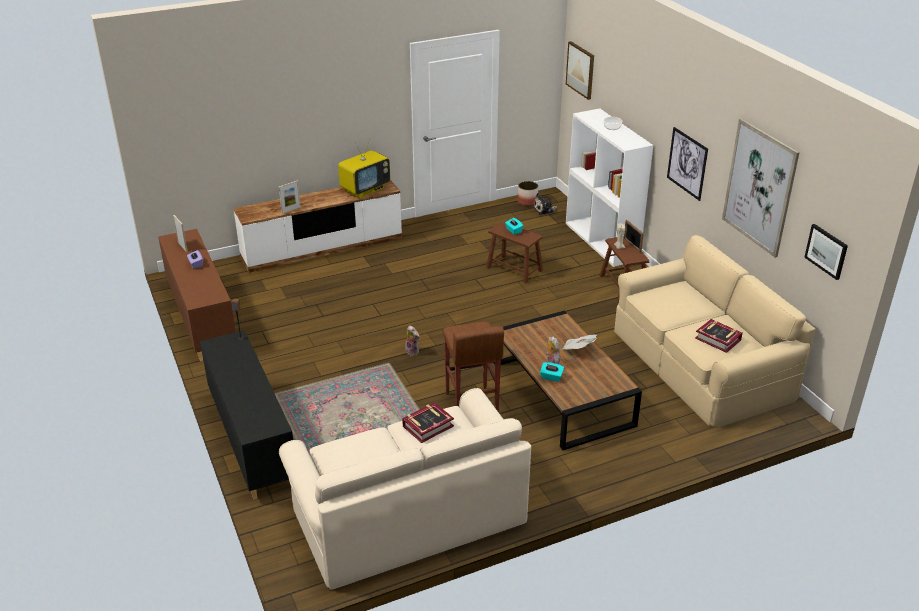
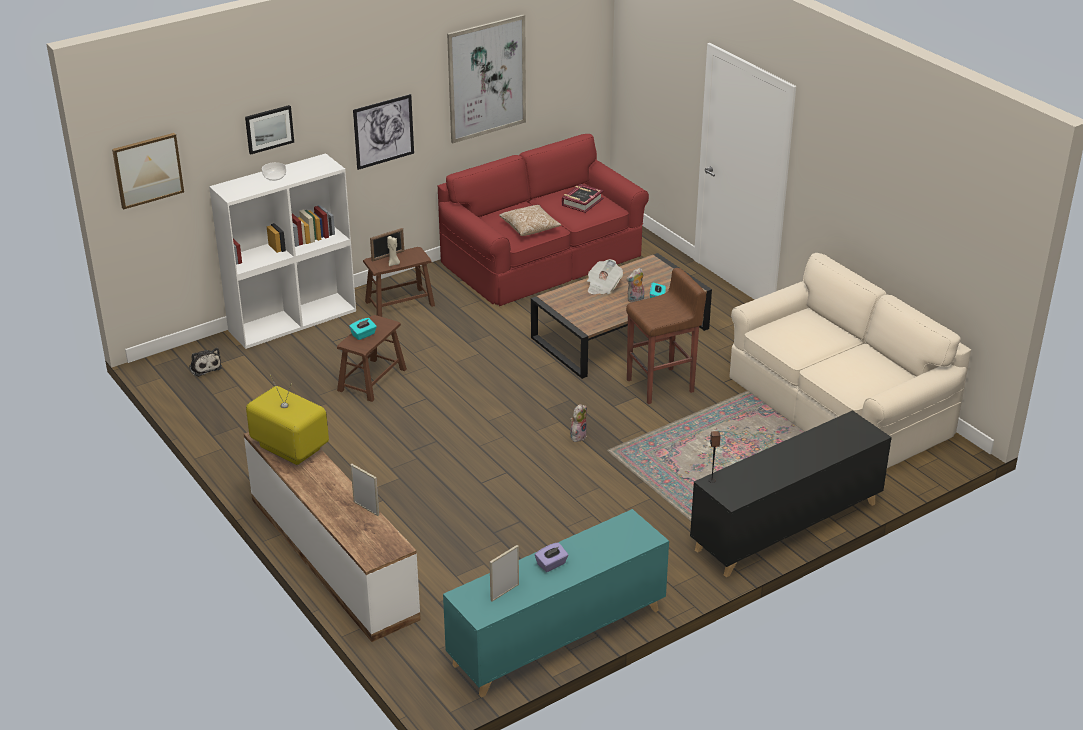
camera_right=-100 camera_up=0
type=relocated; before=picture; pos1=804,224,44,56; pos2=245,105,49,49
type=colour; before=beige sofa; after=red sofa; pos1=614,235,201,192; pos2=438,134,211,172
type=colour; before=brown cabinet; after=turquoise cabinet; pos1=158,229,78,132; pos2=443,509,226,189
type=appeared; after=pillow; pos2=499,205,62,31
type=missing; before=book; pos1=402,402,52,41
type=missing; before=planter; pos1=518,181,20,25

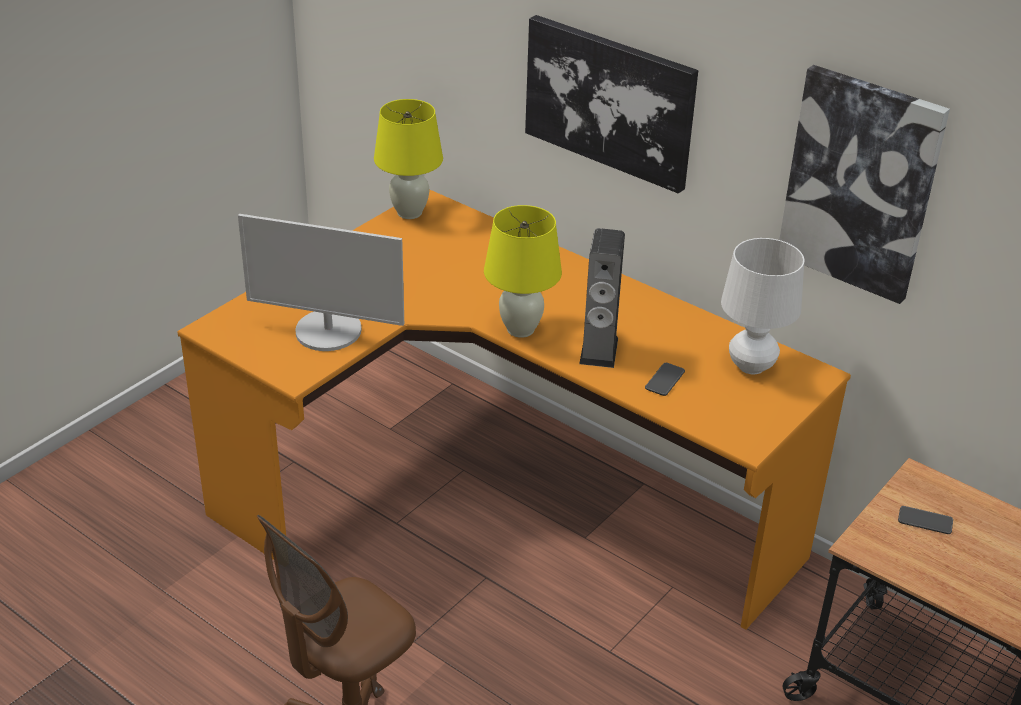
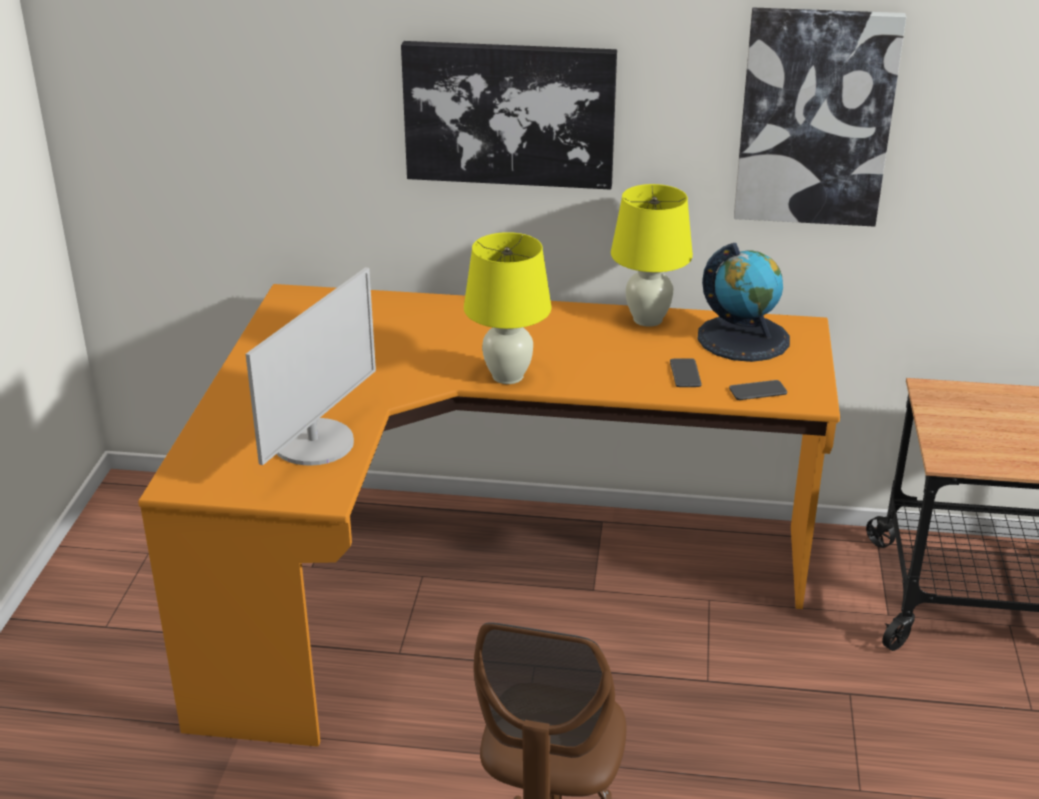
camera_right=-30 camera_up=-5
type=spun; before=monitor; pos1=238,214,166,137; pos2=246,267,130,199; turn=-45
type=relocated; before=yellow table lamp; pos1=374,99,69,120; pos2=611,184,82,143
type=exchanged; before=white table lamp; after=globe; pos1=721,238,84,136; pos2=698,243,92,119
type=relocated; before=phone; pos1=898,506,55,28; pos2=729,380,58,20
type=missing; before=speaker; pos1=579,228,46,140

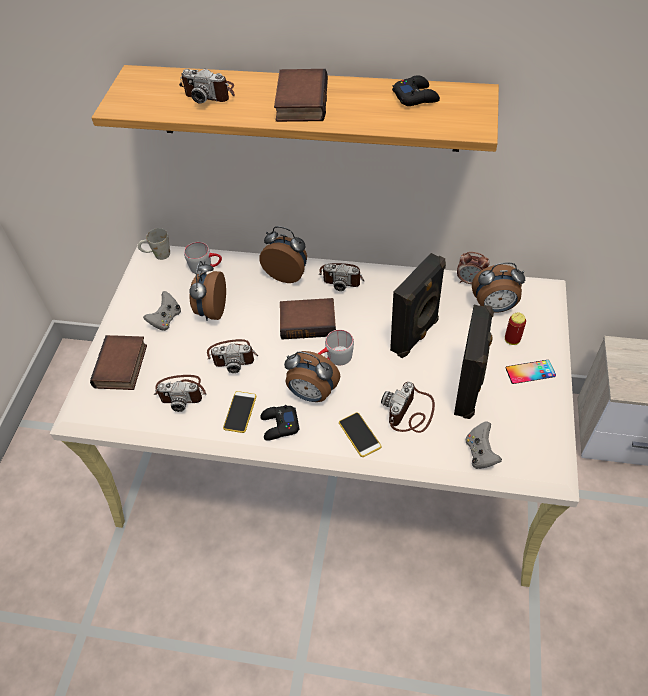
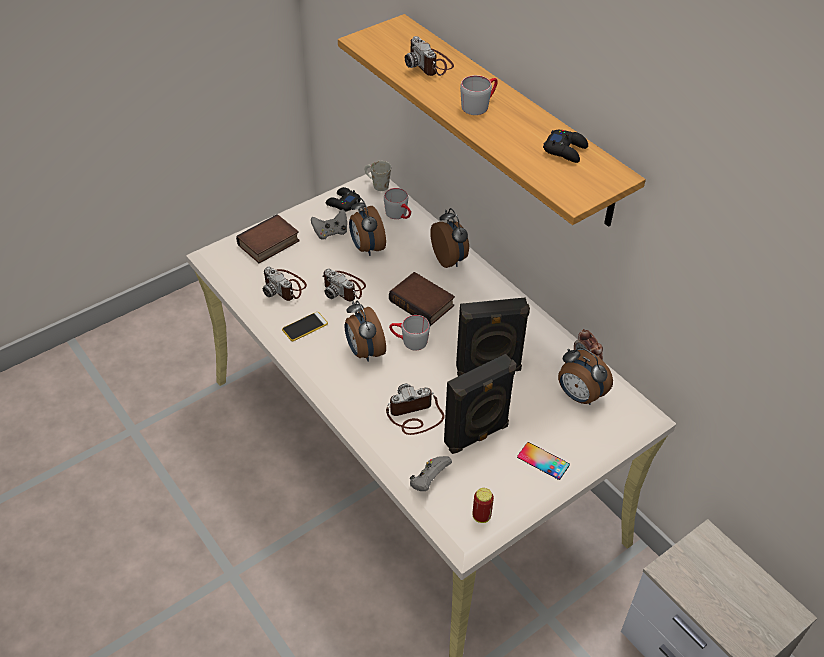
camera_right=40 camera_up=-5
type=relocated; before=black game controller; pos1=260,405,40,36; pos2=325,187,36,24
type=spun; before=alarm clock; pos1=189,261,37,60; pos2=349,198,37,58; turn=-75
type=exchanged; before=book; after=grey mug; pos1=274,69,54,53; pos2=460,75,38,40
type=relocated; before=can; pos1=505,312,21,33; pos2=473,488,21,35
type=missing; before=photo camera; pos1=319,263,45,28
type=missing; before=phone; pos1=339,412,42,45

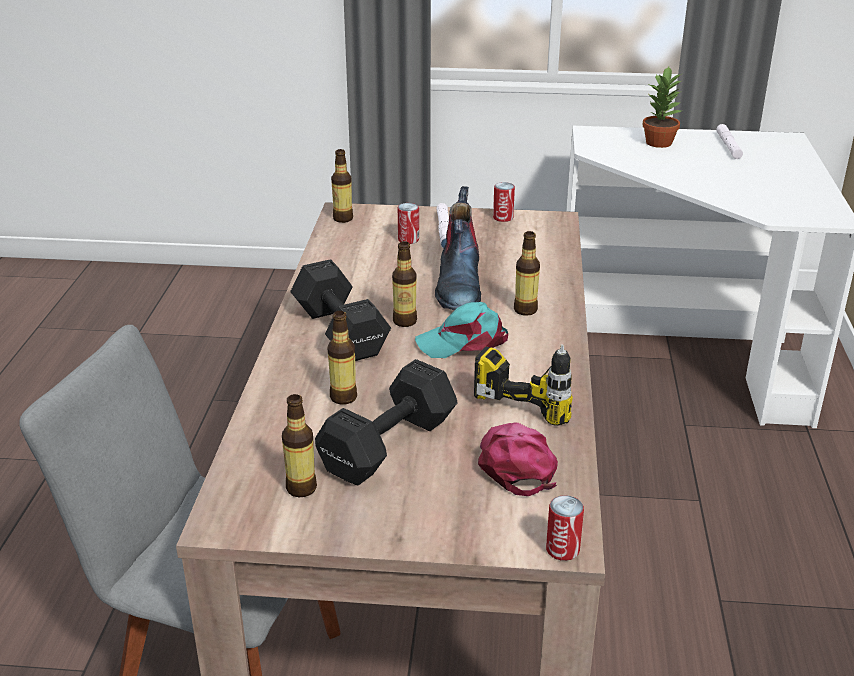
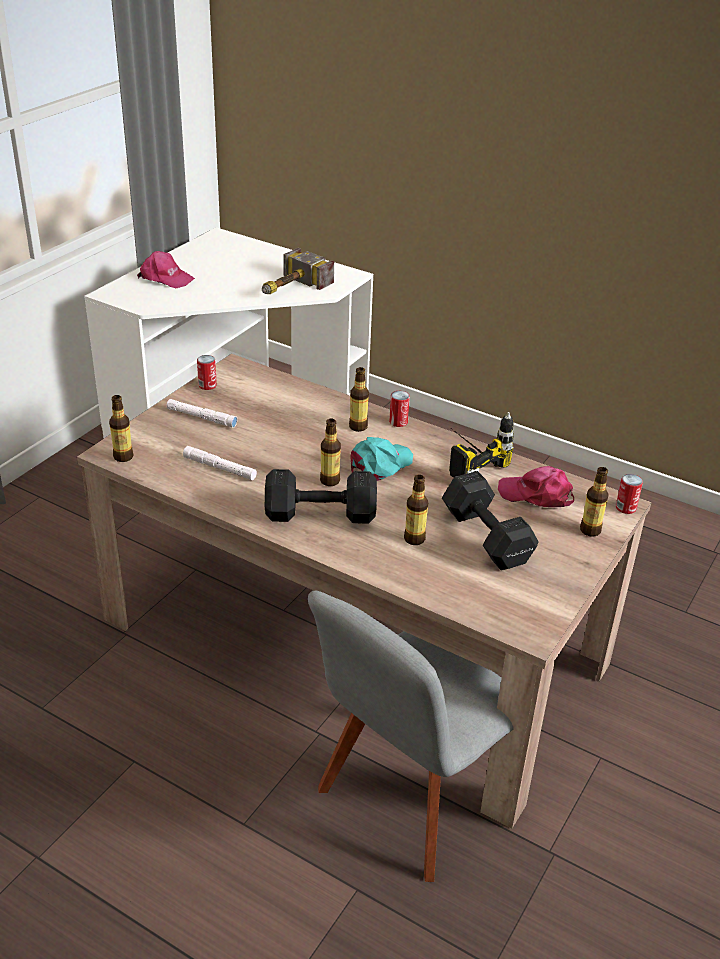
camera_right=-65 camera_up=5
type=exchanged; before=potted plant; after=pink cap; pos1=642,66,41,82; pos2=137,251,58,37
type=relocated; before=white flashlight; pos1=716,124,27,35; pos2=183,446,74,34
type=appeared; after=hammer; pos2=262,248,72,46
type=spun; before=turquoise cap; pos1=415,302,93,56; pos2=350,437,63,44; turn=-150
type=relocated; before=can; pos1=398,203,21,41; pos2=389,391,21,36
type=relocated; before=bottle; pos1=282,394,35,103; pos2=580,467,29,69
type=missing; before=boot; pos1=435,186,46,124

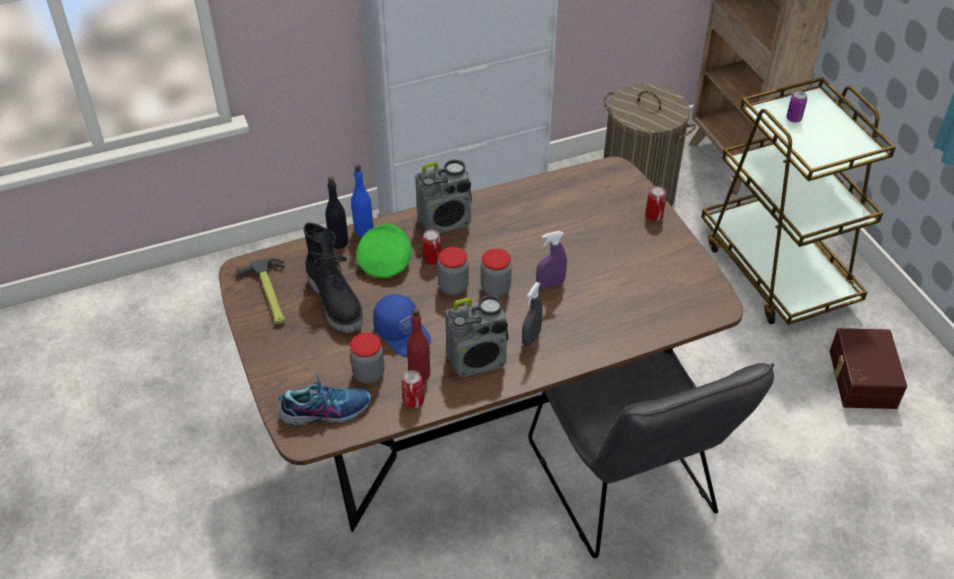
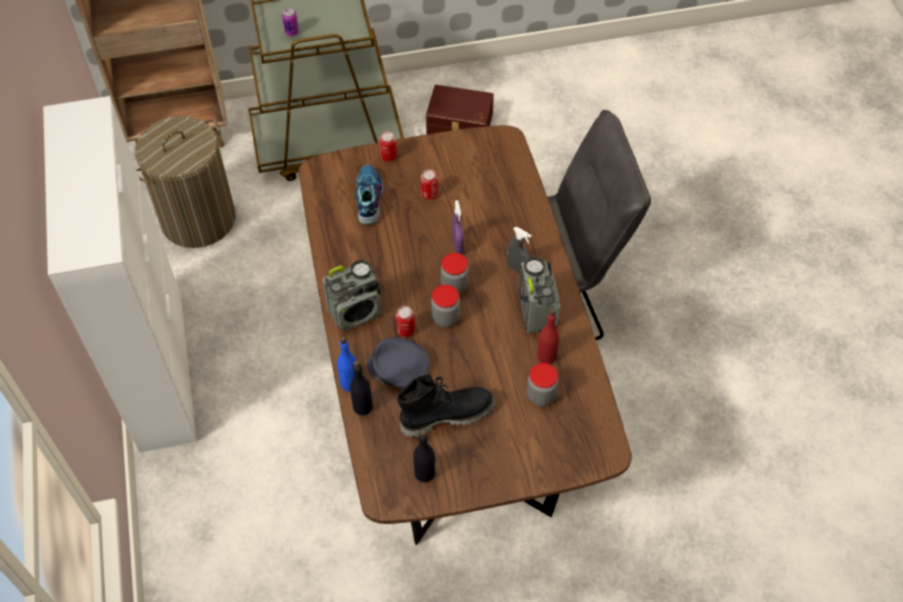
camera_right=-80 camera_up=10
type=spun; before=radio; pos1=415,160,57,74; pos2=322,260,59,71; turn=75
type=relocated; before=shoe; pos1=278,372,93,54; pos2=350,165,34,60
type=colour; before=green cap; after=grey cap; pos1=356,224,55,54; pos2=367,337,63,51
type=exchanged; before=hammer; after=black bottle; pos1=236,258,50,66; pos2=413,430,22,52
type=relocated; before=can; pos1=402,370,22,38; pos2=421,169,17,31
type=missing; before=blue cap; pos1=373,294,58,62

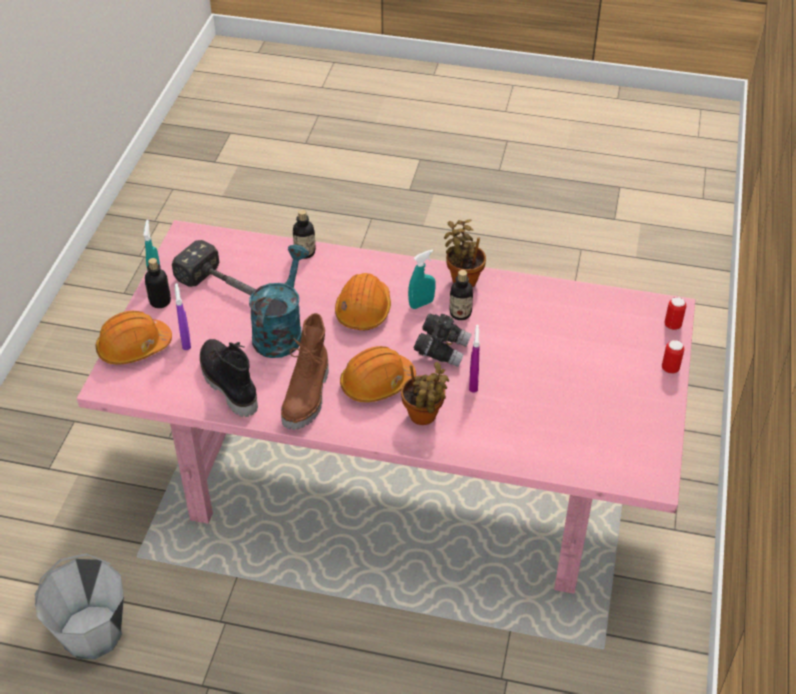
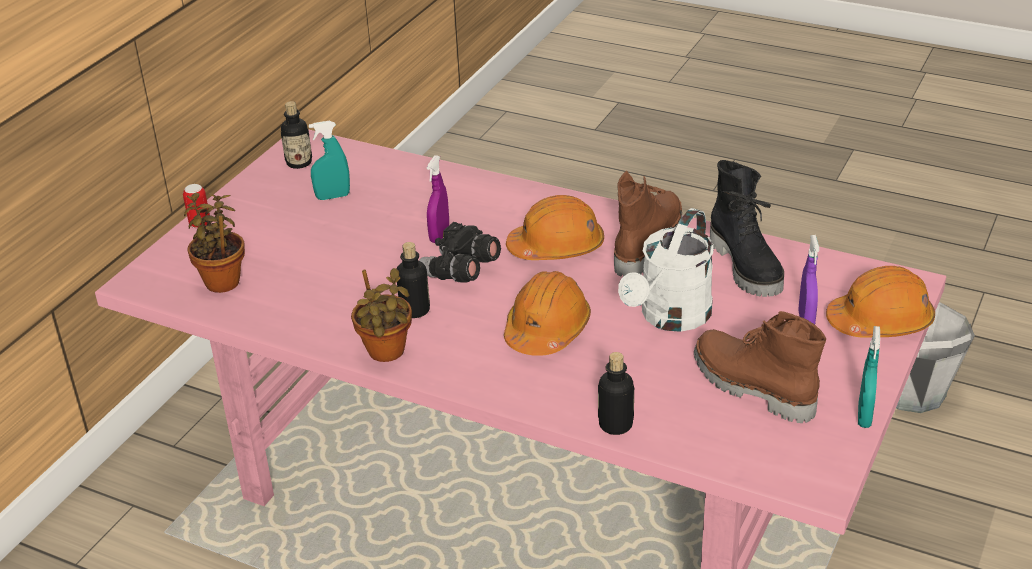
camera_right=-165 camera_up=-10
type=relocated; before=potted plant; pos1=401,362,48,63; pos2=184,193,61,100
type=relocated; before=bottle; pos1=145,258,26,50; pos2=280,101,32,68
type=relocated; before=turquoise spray bottle; pos1=408,250,28,59; pos2=309,121,41,79
type=colour; before=turquoise watering can; after=white watering can; pos1=249,245,60,113; pos2=618,208,96,124
type=exchanged; before=hammer; after=brown boot; pos1=172,240,84,56; pos2=694,311,132,112
type=missing; before=can; pos1=664,297,22,33

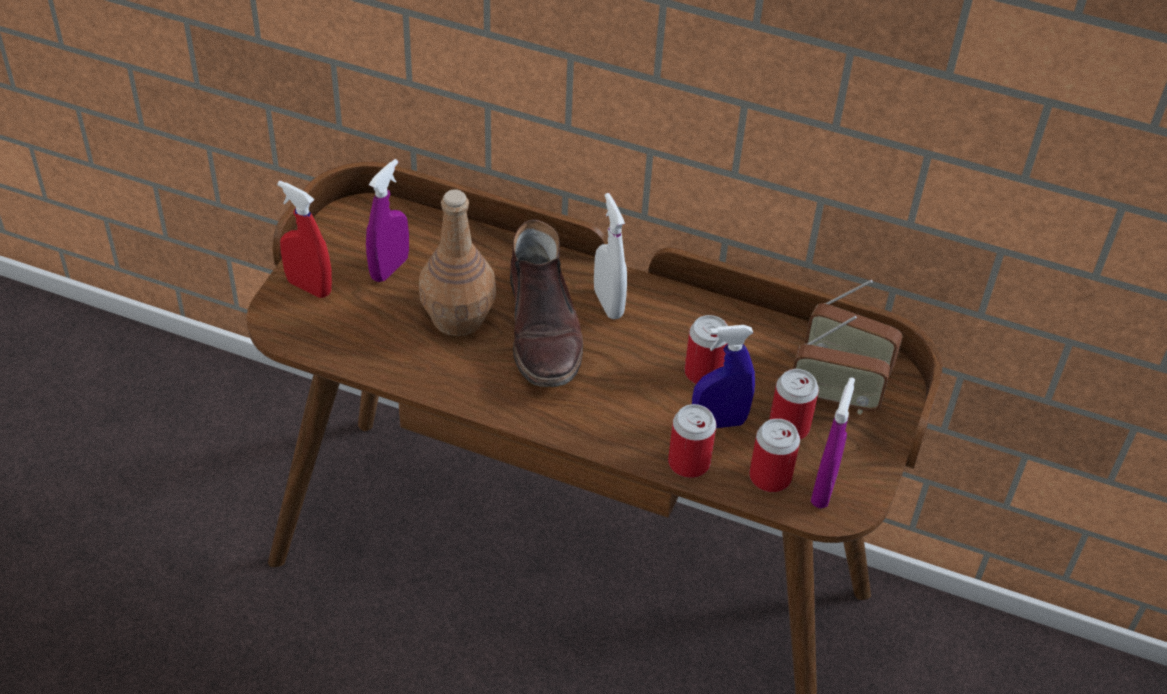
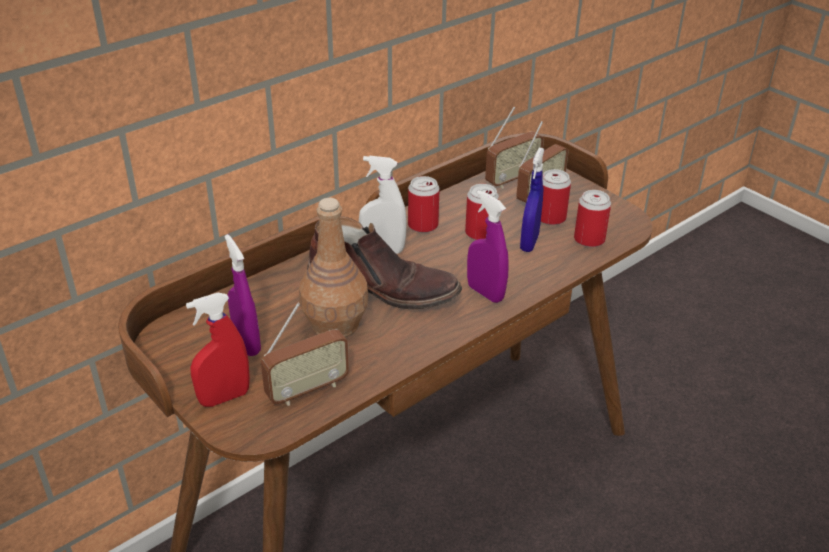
camera_right=-60 camera_up=-10
type=appeared; after=radio; pos2=261,303,88,103
type=relocated; before=can; pos1=668,404,48,74; pos2=408,176,32,57
type=relocated; before=purple spray bottle; pos1=811,377,44,131; pos2=467,190,42,113

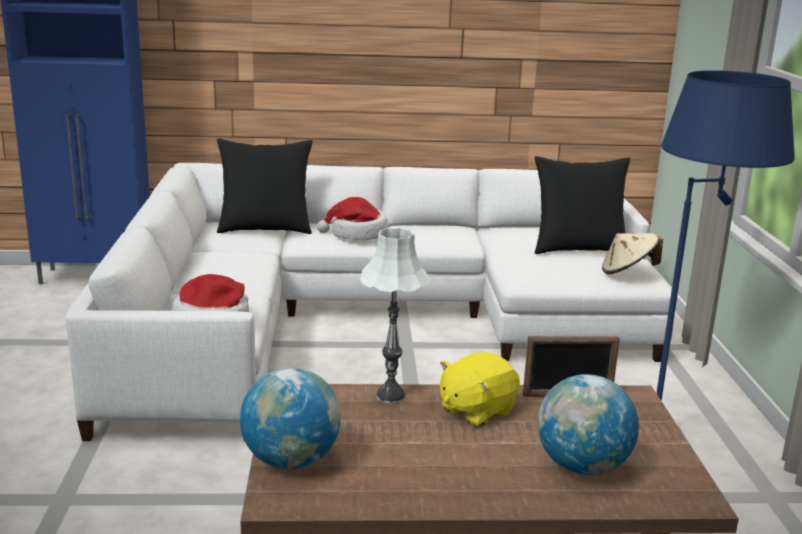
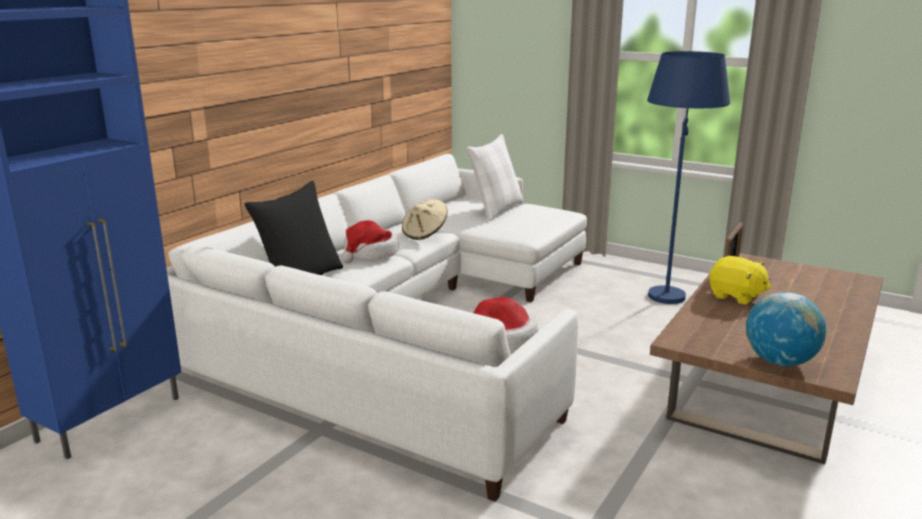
camera_right=-55 camera_up=0
type=relocated; before=beige hat; pos1=602,233,61,41; pos2=402,199,46,41
type=colour; before=black pillow; after=white pillow; pos1=535,156,95,98; pos2=467,134,56,87
type=spun; before=yellow plush toy; pos1=440,352,80,75; pos2=709,256,62,49; turn=-45
type=missing; before=white table lamp; pos1=360,228,71,175
type=missing; before=globe; pos1=537,374,102,101

